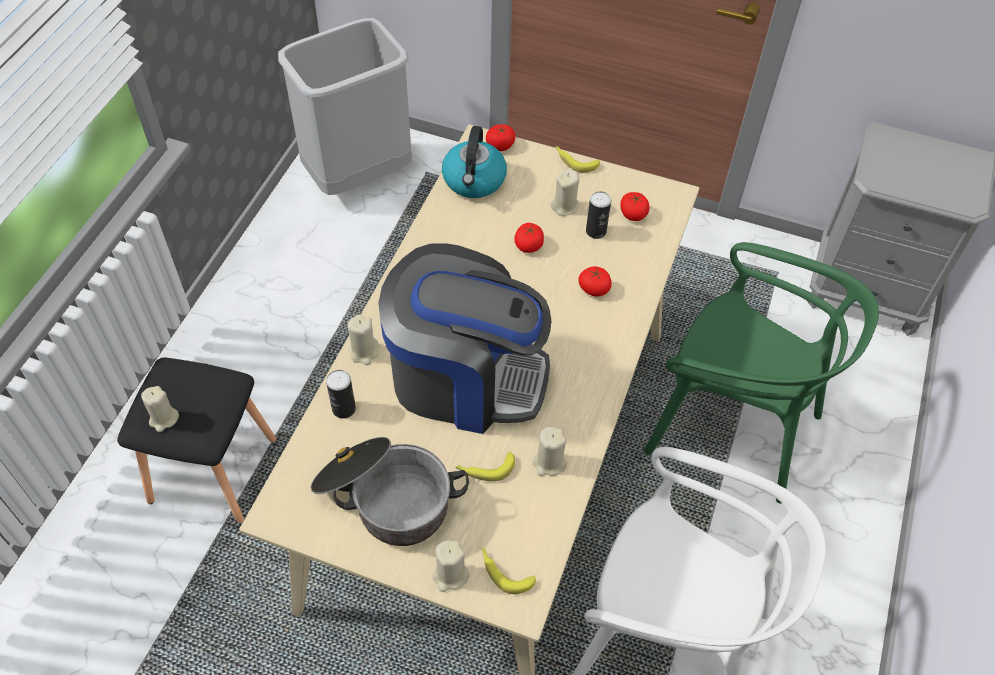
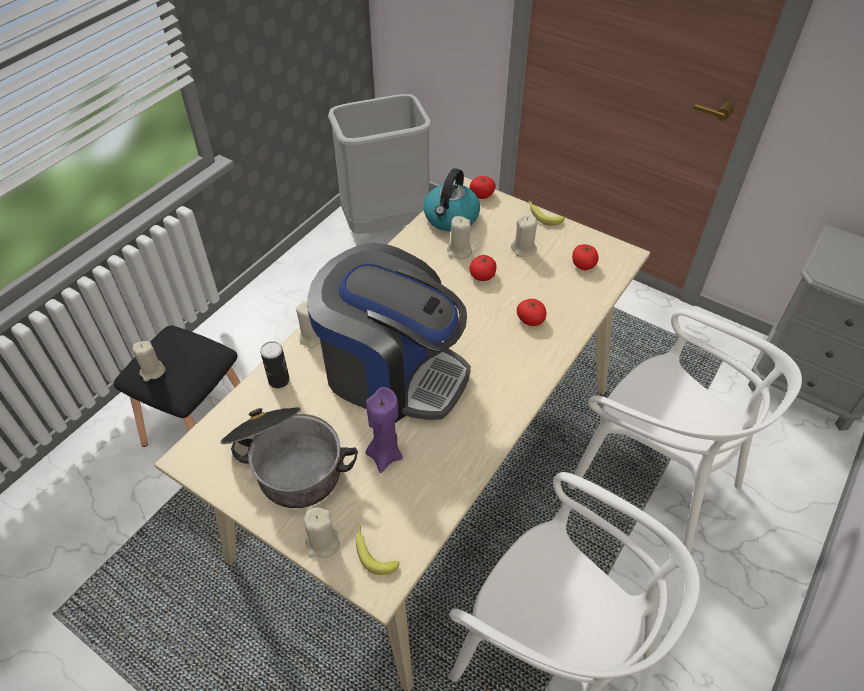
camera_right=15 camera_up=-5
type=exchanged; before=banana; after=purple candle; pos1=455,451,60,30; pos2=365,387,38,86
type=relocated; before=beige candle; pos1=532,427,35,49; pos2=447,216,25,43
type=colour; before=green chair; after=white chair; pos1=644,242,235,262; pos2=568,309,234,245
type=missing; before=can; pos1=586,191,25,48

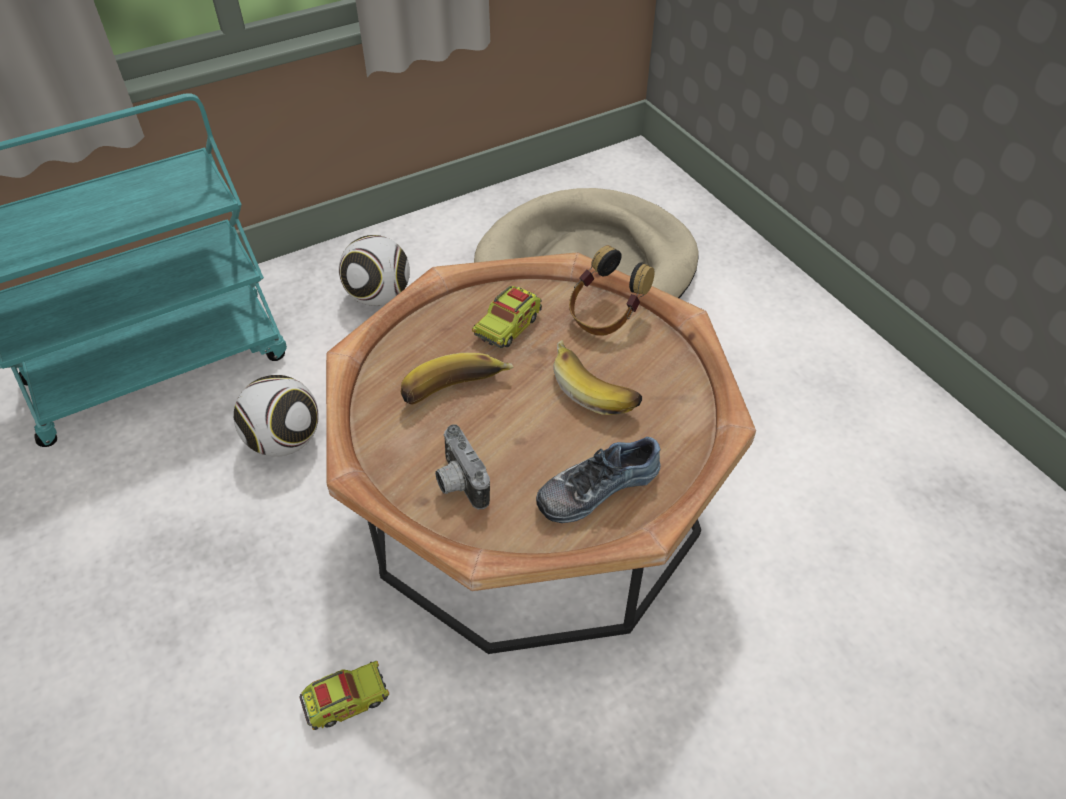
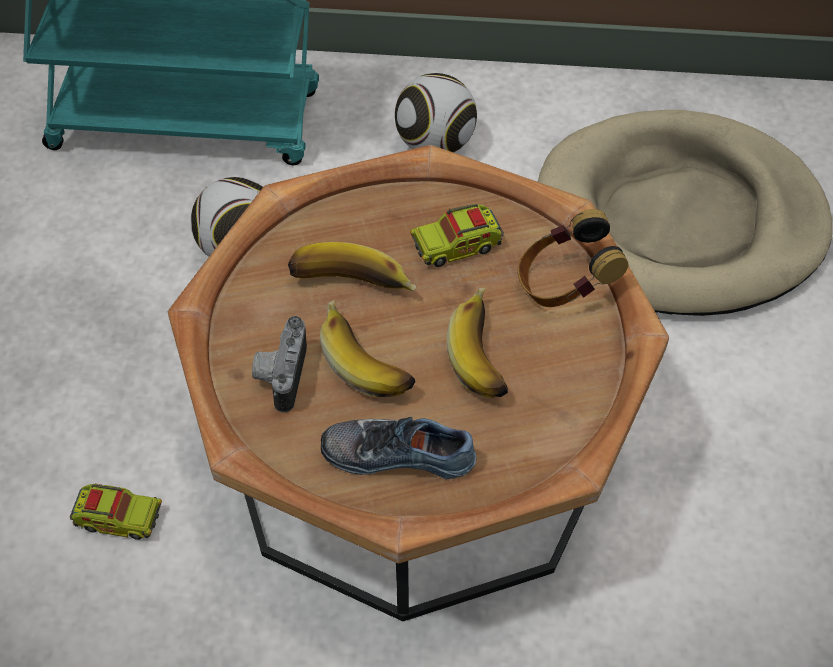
camera_right=35 camera_up=5
type=appeared; after=banana; pos2=320,300,96,97

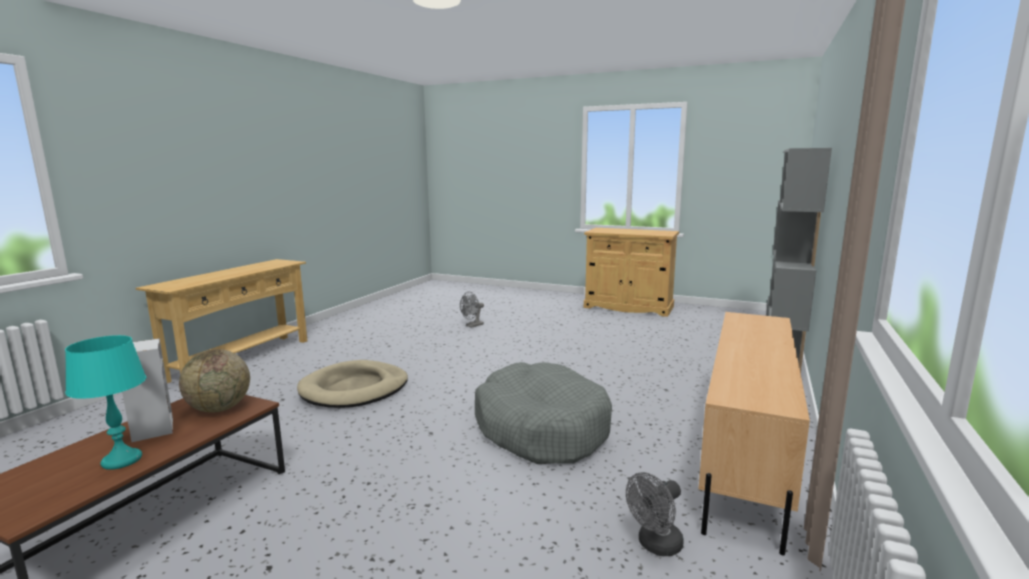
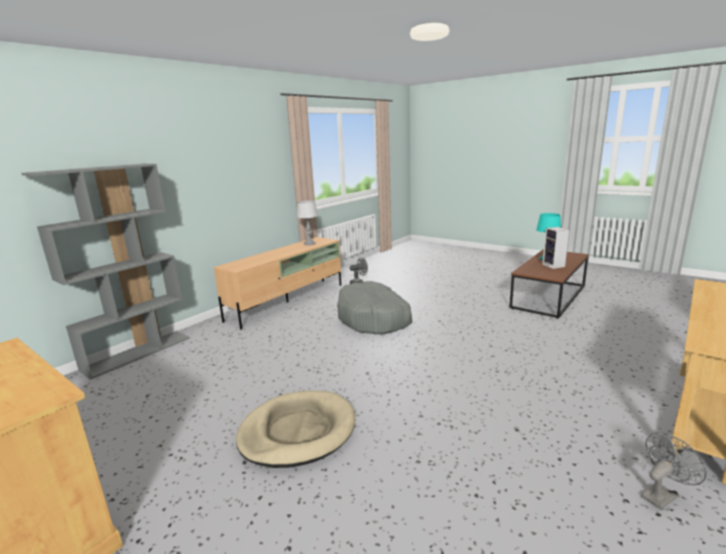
camera_right=-165 camera_up=5
type=relocated; before=beige dog bed; pos1=297,360,111,48; pos2=236,391,119,77
type=appeared; after=grey table lamp; pos2=297,201,21,44
type=relocated; before=grey fan; pos1=460,292,24,36; pos2=642,432,64,78
type=missing; before=globe; pos1=179,349,71,64

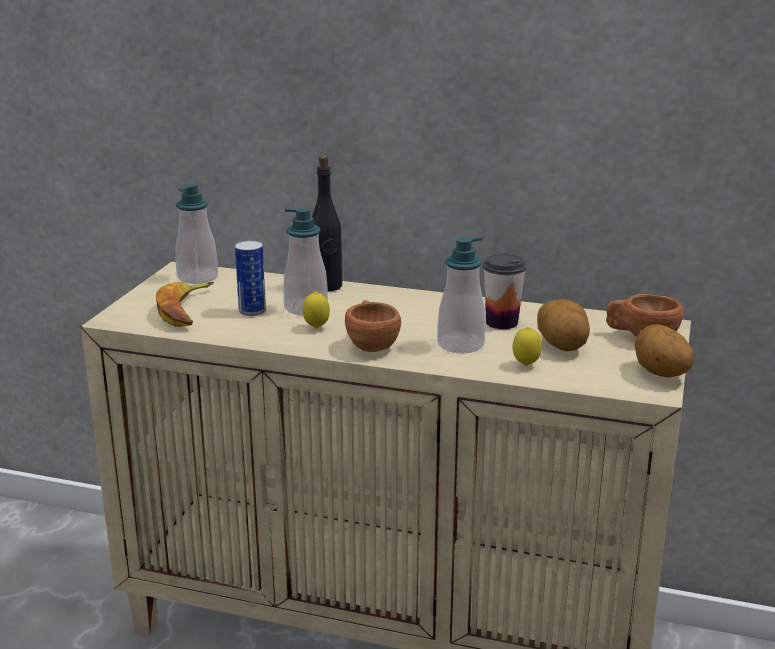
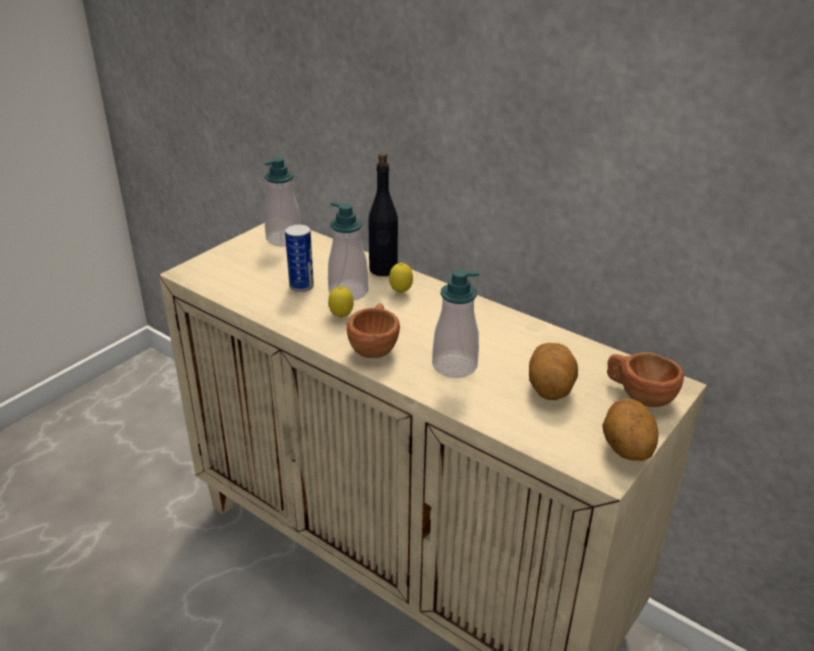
camera_right=20 camera_up=10
type=relocated; before=lemon; pos1=512,327,30,39; pos2=389,263,24,30
type=missing; before=banana; pos1=156,282,58,45
type=missing; before=cup; pos1=483,253,44,76

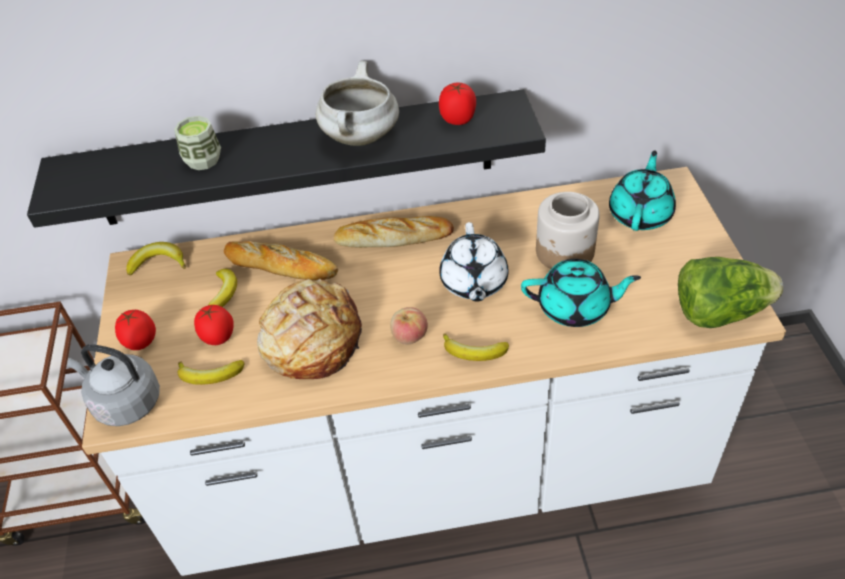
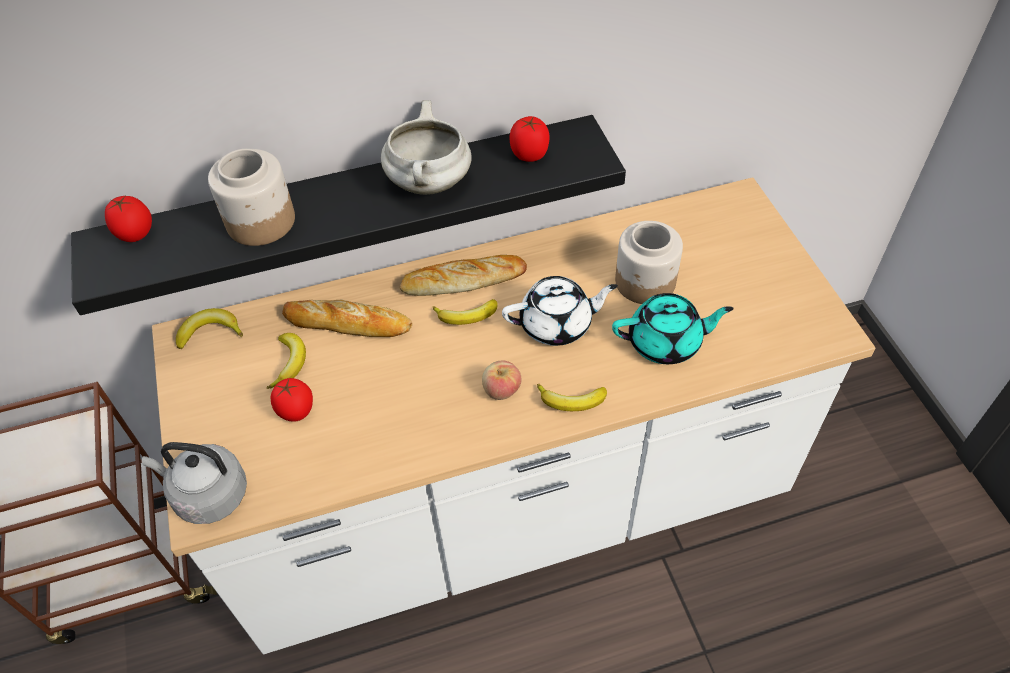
camera_right=-10 camera_up=5
type=relocated; before=tomato; pos1=115,310,41,40; pos2=105,196,47,46
type=exchanged; before=cup; after=jar; pos1=174,116,47,54; pos2=208,149,87,97
type=relocated; before=banana; pos1=178,360,66,25; pos2=433,299,65,26
type=spun; before=white teapot; pos1=439,222,69,80; pos2=502,276,116,70; turn=-90
type=missing; before=bread; pos1=257,279,105,100
type=missing; before=turquoise teapot; pos1=609,150,67,81
type=missing; before=lettuce; pos1=678,257,105,71

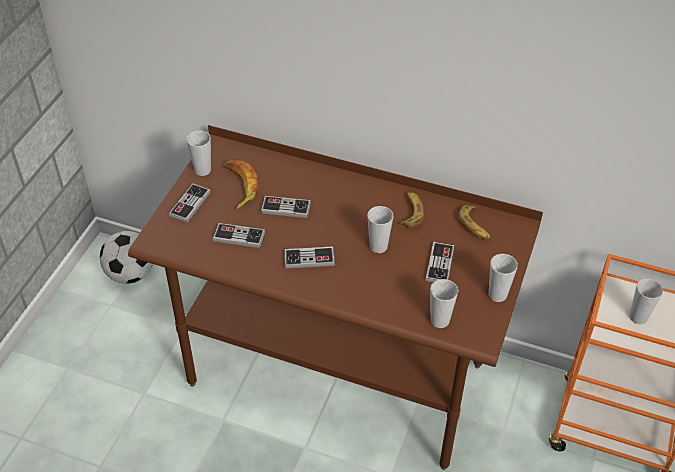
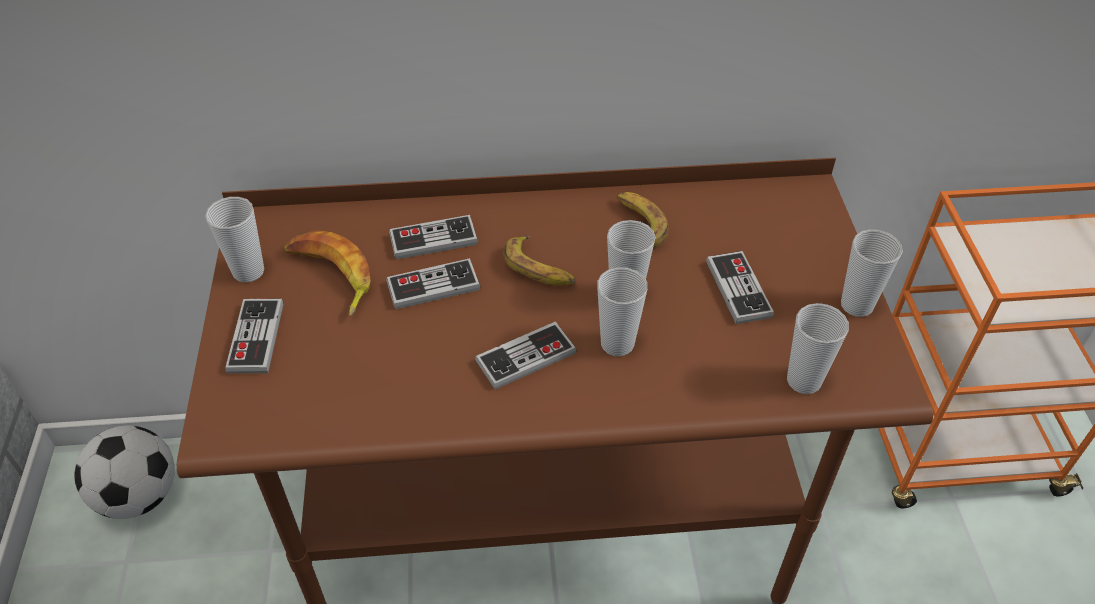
camera_right=-25 camera_up=0
type=relocated; before=game controller; pos1=213,223,52,25; pos2=389,215,89,44
type=relocated; before=banana; pos1=458,205,33,35; pos2=503,235,73,51
type=relocated; before=cup; pos1=630,278,33,46; pos2=597,267,50,89

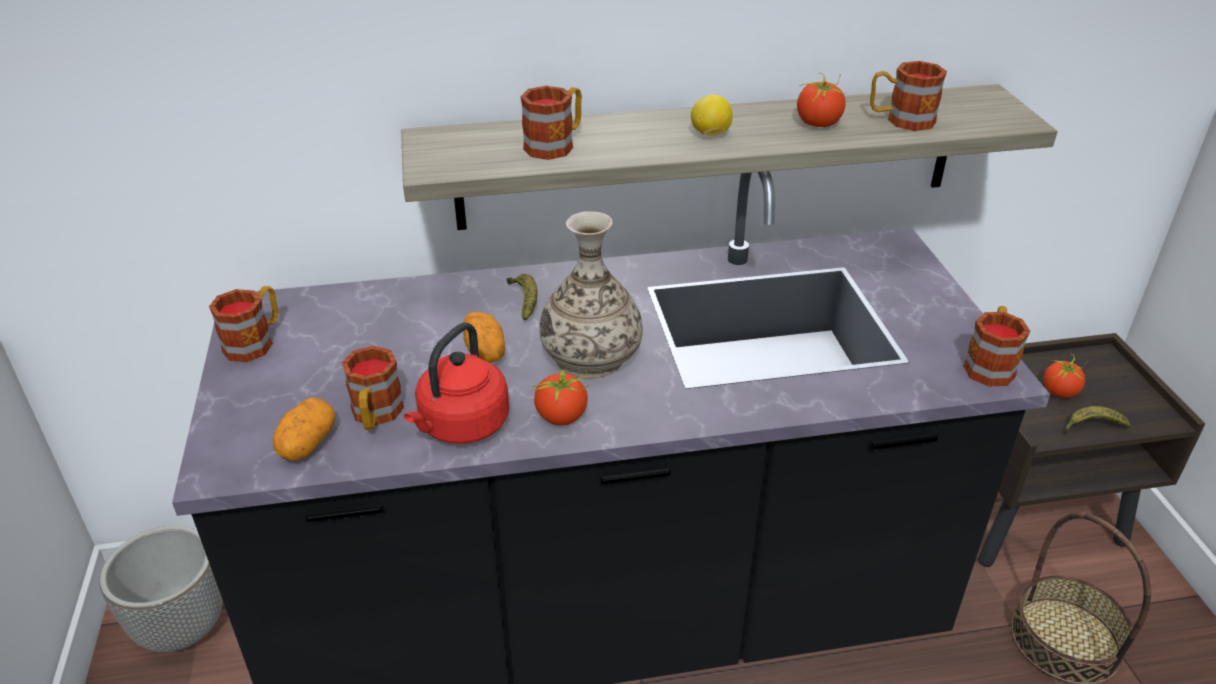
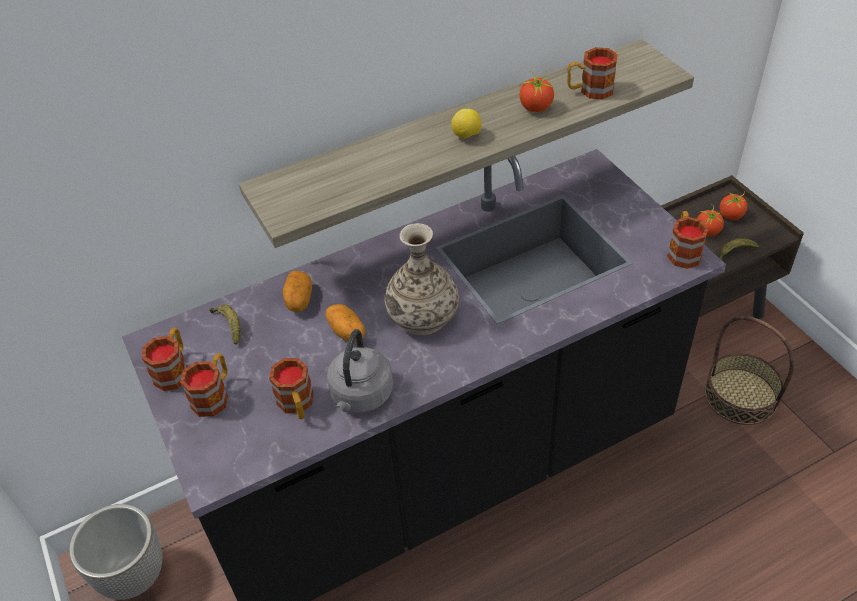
camera_right=-15 camera_up=10
type=relocated; before=mug; pos1=520,86,62,74; pos2=180,353,48,64
type=relocated; before=banana; pos1=506,274,31,47; pos2=209,304,32,41
type=relocated; before=potato; pos1=273,397,62,64; pos2=283,271,29,41
type=colour; before=red kettle; after=grey kettle; pos1=404,322,105,122; pos2=327,329,66,84
type=relocated; before=tomato; pos1=532,367,57,59; pos2=720,190,31,30

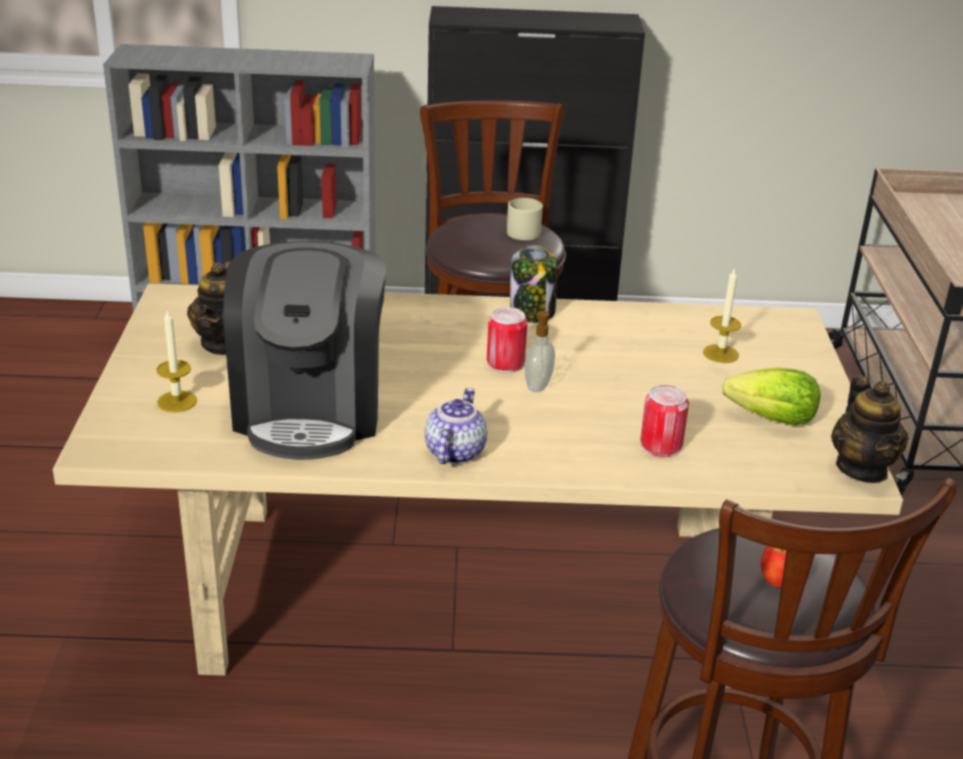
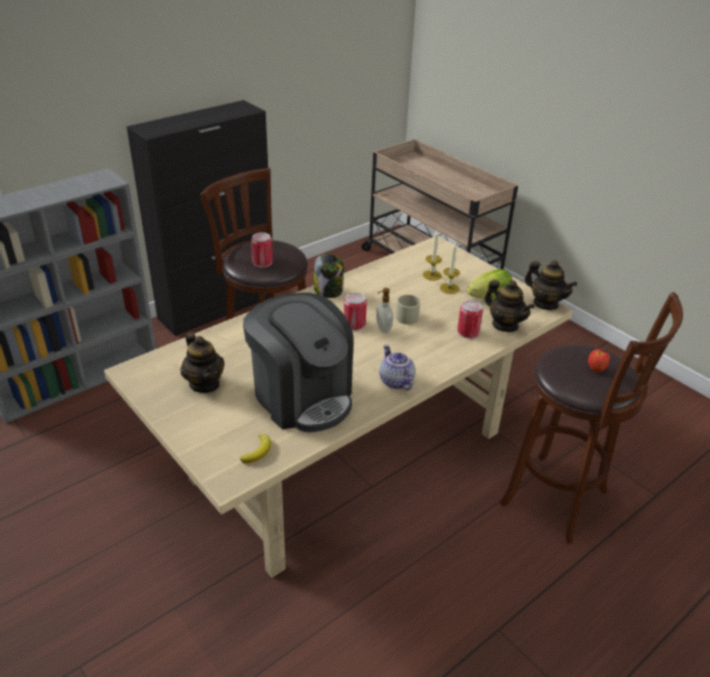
camera_right=-40 camera_up=5
type=appeared; after=banana; pos2=240,434,31,30
type=appeared; after=can; pos2=251,232,22,35
type=relocated; before=beige mug; pos1=507,198,36,42; pos2=396,295,24,30
type=relocated; before=candle; pos1=157,309,40,103; pos2=440,243,20,51
type=appeared; after=teapot; pos2=485,280,50,52

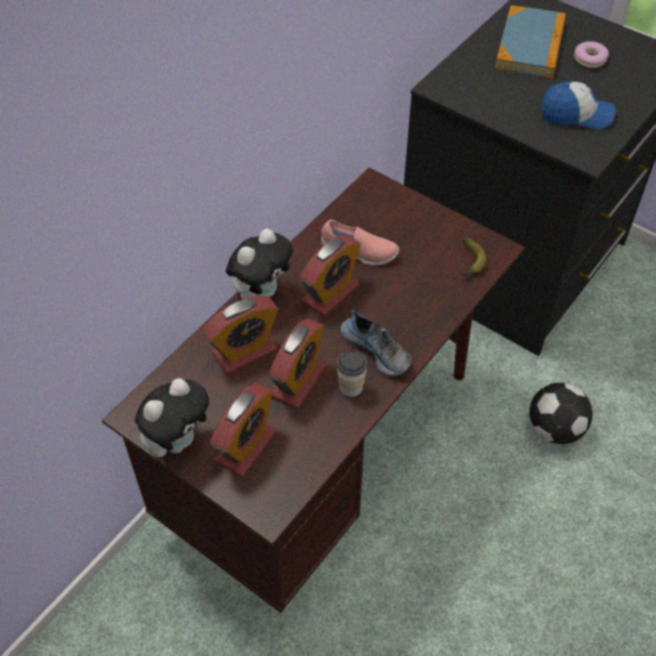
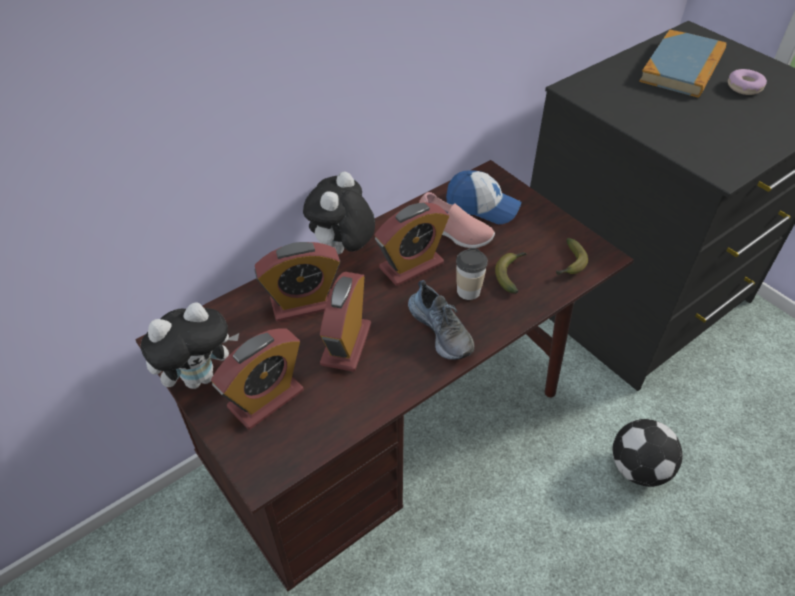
camera_right=15 camera_up=-5
type=spun; before=plush toy; pos1=226,229,67,70; pos2=303,172,72,82; turn=150
type=spun; before=alarm clock; pos1=269,318,57,91; pos2=320,272,51,100; turn=150
type=relocated; before=cap; pos1=541,81,75,48; pos2=446,170,75,54
type=relocated; before=cup; pos1=337,350,30,47; pos2=456,248,32,52
type=appeared; after=banana; pos2=495,252,32,42

